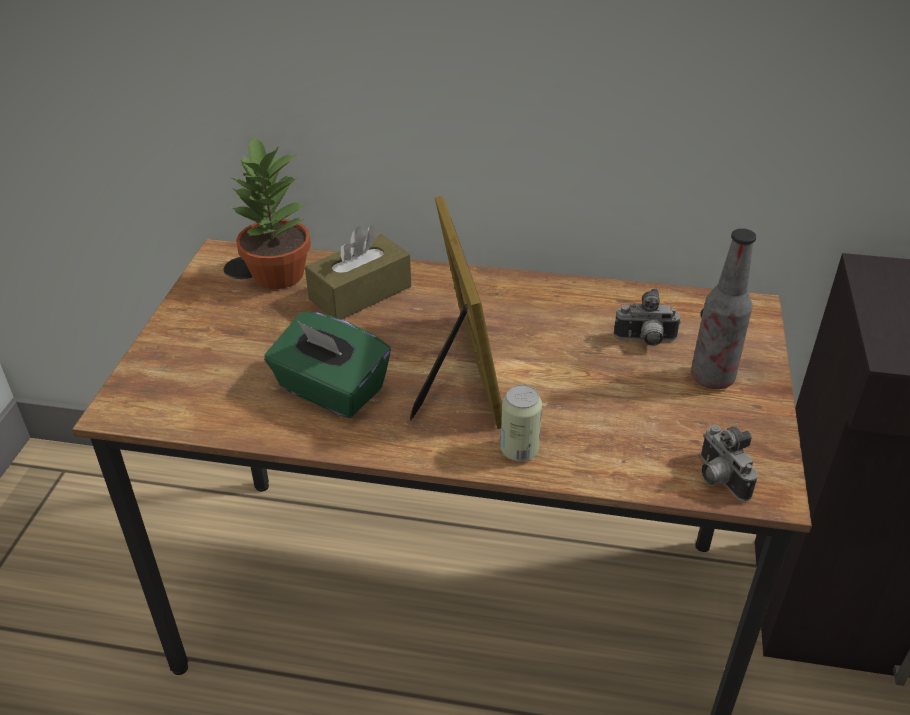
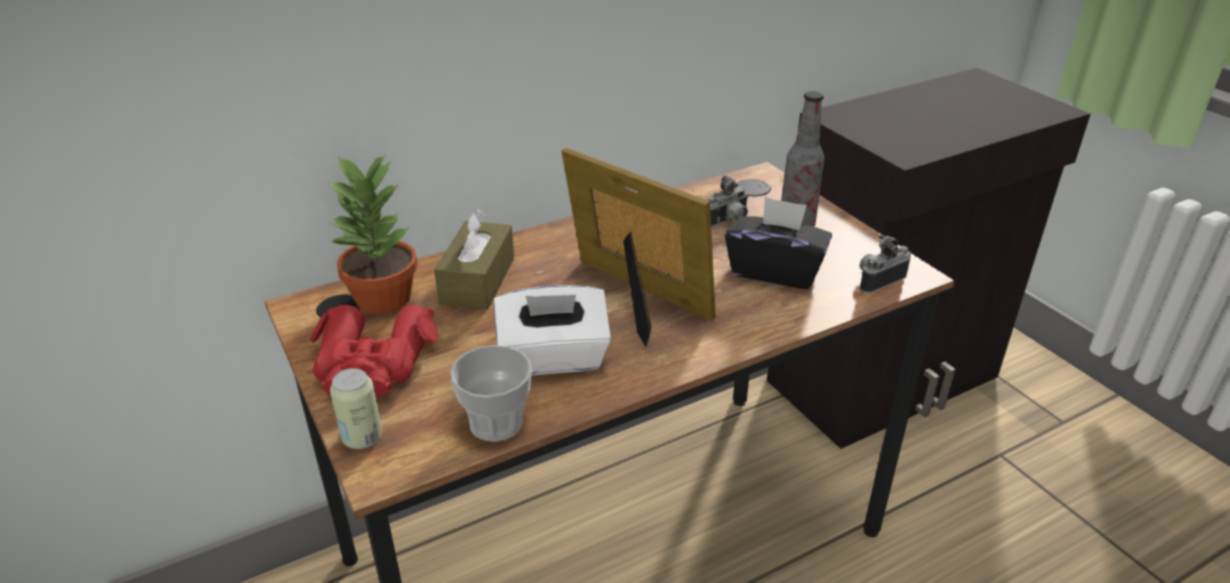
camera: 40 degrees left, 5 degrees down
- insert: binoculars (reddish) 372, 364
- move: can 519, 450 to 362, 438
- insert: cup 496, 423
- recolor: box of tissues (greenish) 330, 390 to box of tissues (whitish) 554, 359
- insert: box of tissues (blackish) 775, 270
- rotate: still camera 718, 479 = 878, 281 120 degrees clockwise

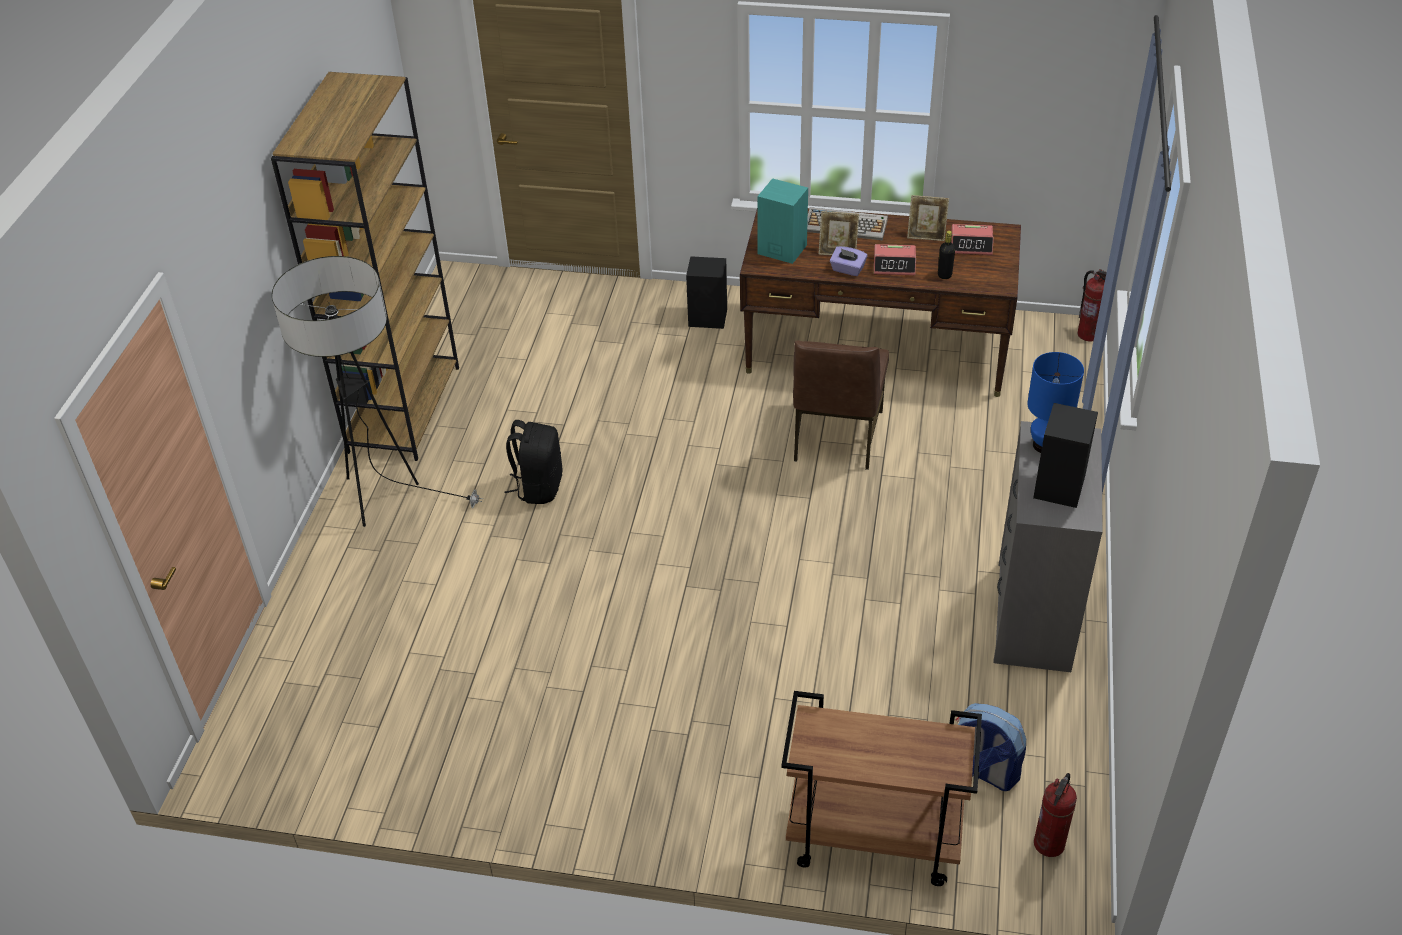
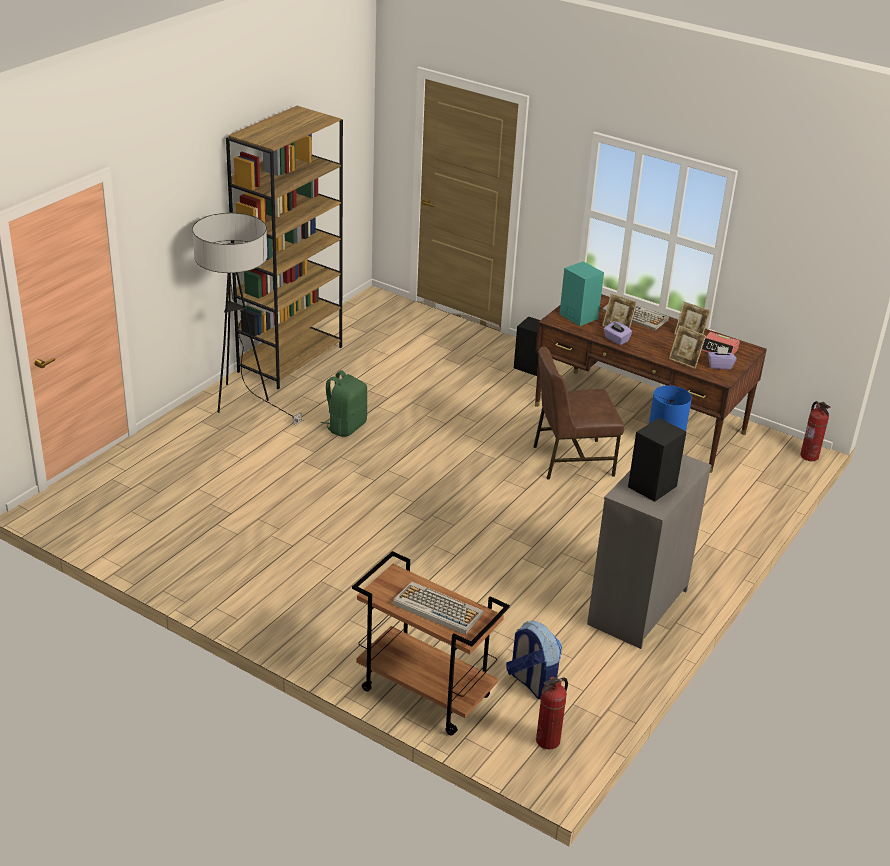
camera: 20 degrees right, 10 degrees down
- recolor: knapsack (blackish) 538, 487 to knapsack (greenish) 345, 426
- insert: computer keyboard 437, 609
- rotate: upright chair (brown) 836, 436 = 571, 460 45 degrees clockwise
- replace: beverage bottle (blackish) 944, 275 to photo frame 684, 361
- insert: box of tissues (purple-coloured) 720, 365
- delete: alarm clock 894, 265

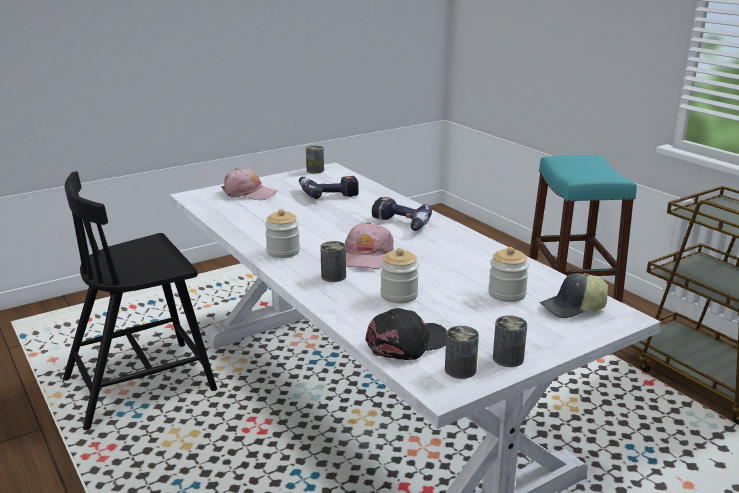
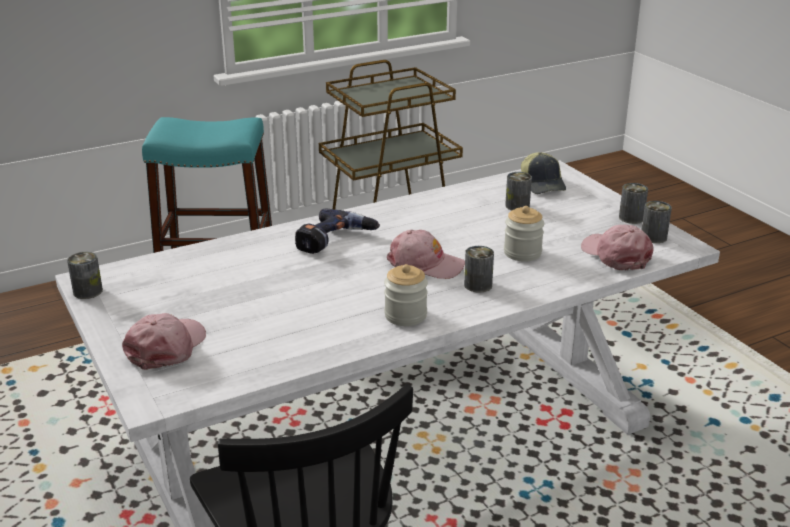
camera: 85 degrees left, 5 degrees up
- replace: preserve jar 507, 294 to can 517, 206
- recolor: cap (blackish) 407, 343 to cap (pink) 616, 255
- delete: power drill 328, 193

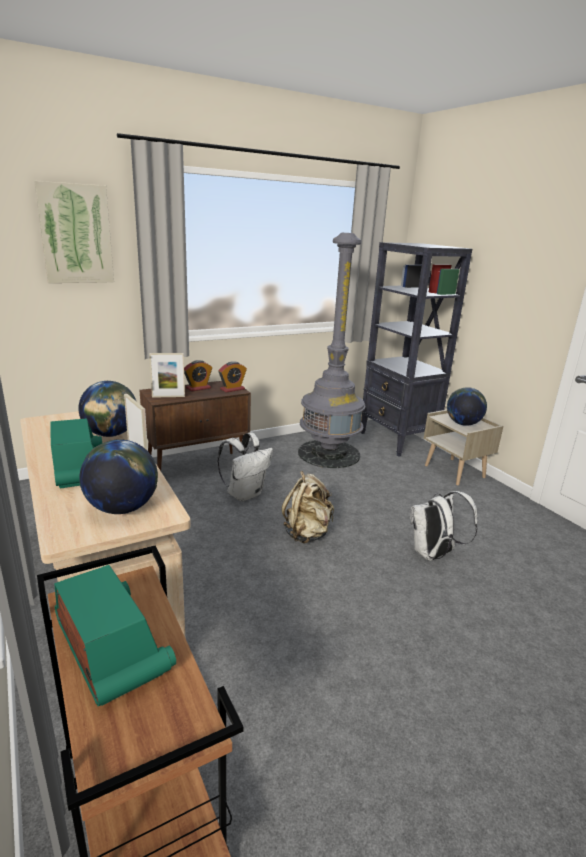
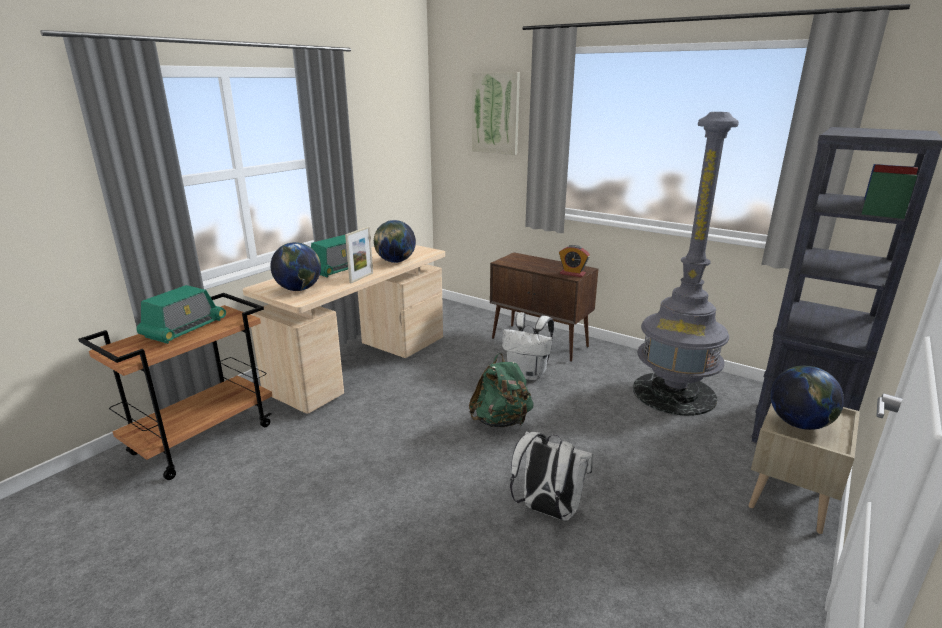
camera: 65 degrees right, 0 degrees up
- recolor: knapsack (beige) 307, 533 to knapsack (greenish) 501, 421
- delete: photo frame 168, 396
- delete: alarm clock 198, 388

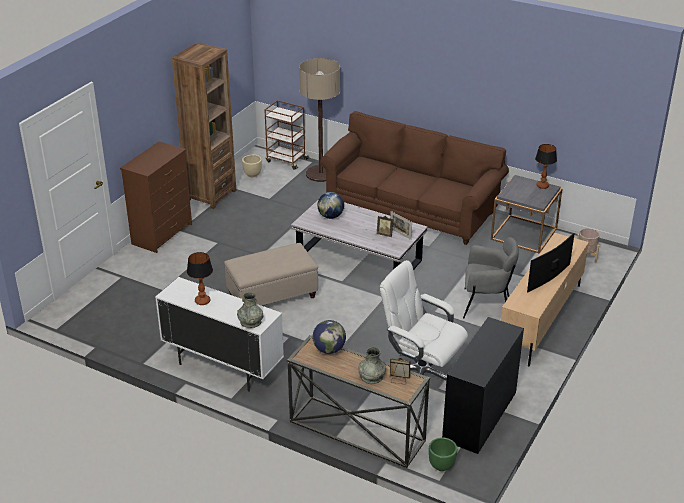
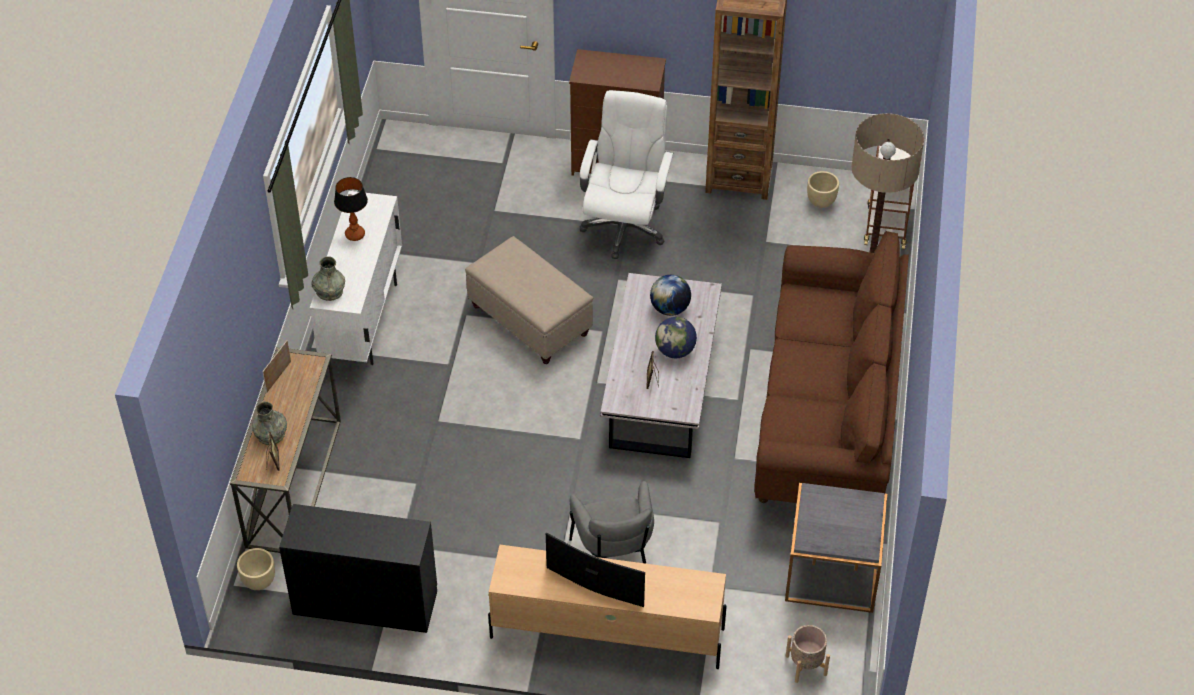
camera: 70 degrees right, 15 degrees up
- recolor: planter (greenish) 441, 466 to planter (beige) 259, 581
- move: photo frame 400, 234 to 278, 377
- move: desk chair (whitish) 421, 374 to 624, 226
- move: globe 329, 349 to 675, 351
- delete: tabletop lamp 543, 186

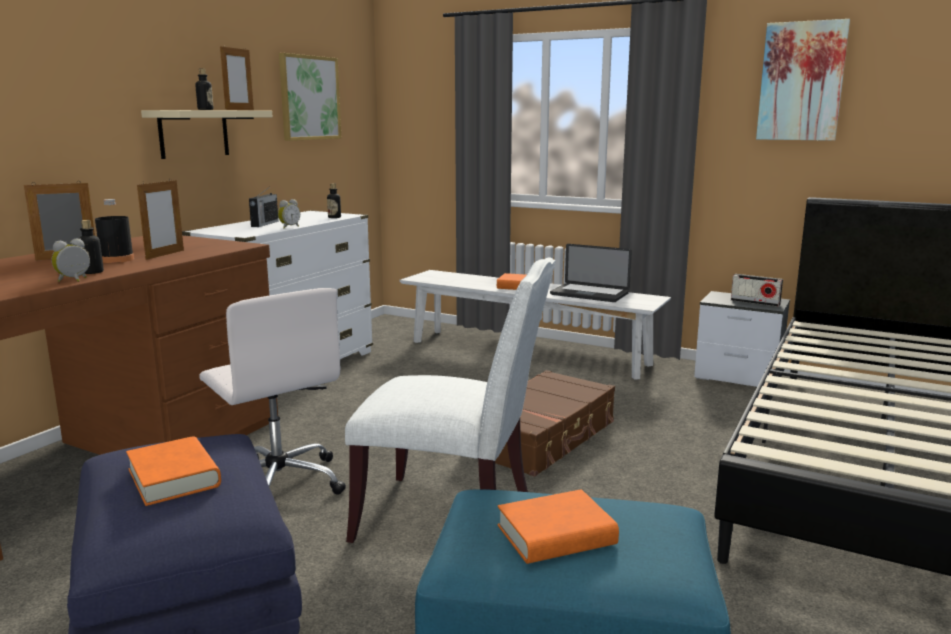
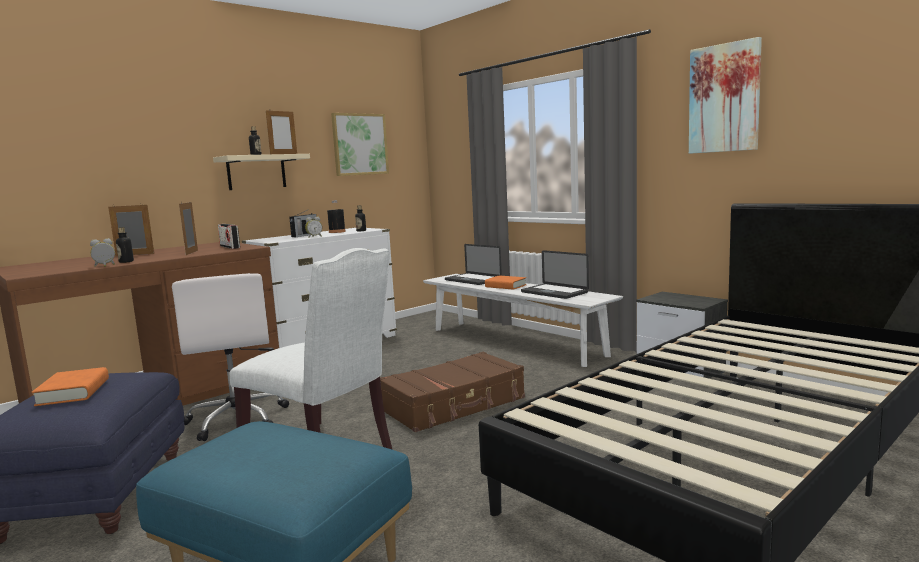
camera: 20 degrees right, 5 degrees down
- rotate: photo frame 165, 254 = 192, 252 135 degrees clockwise
- move: radio receiver 755, 302 to 230, 247
- move: beverage bottle (blackish) 117, 259 to 337, 232
- insert: laptop 472, 280
- delete: book (orangey) 556, 535

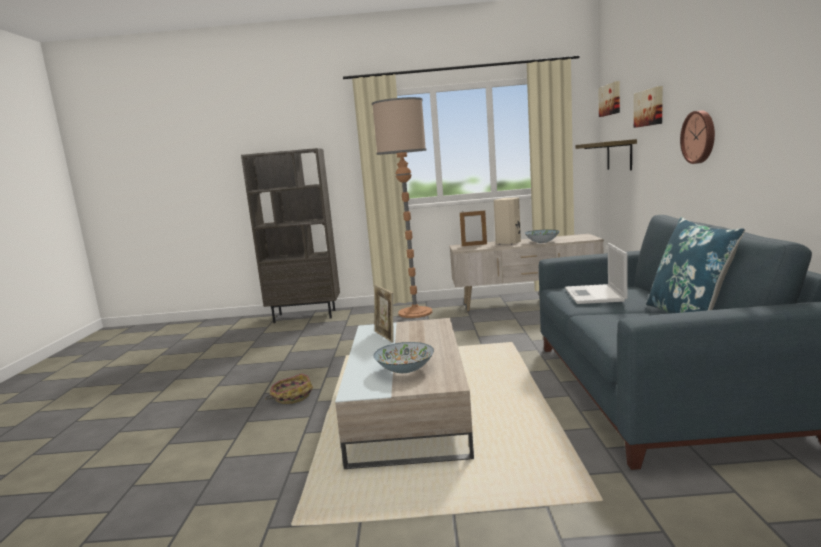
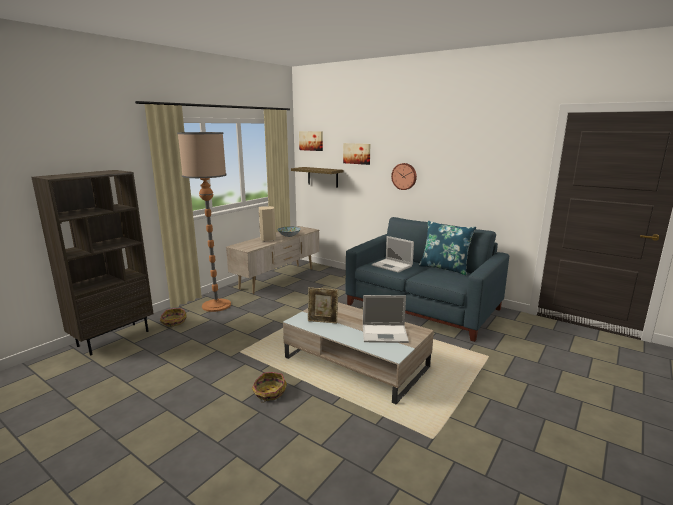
camera: 55 degrees left, 5 degrees up
- insert: household basket 173, 322
- replace: serving bowl 405, 370 to laptop 385, 334
- delete: photo frame 474, 245

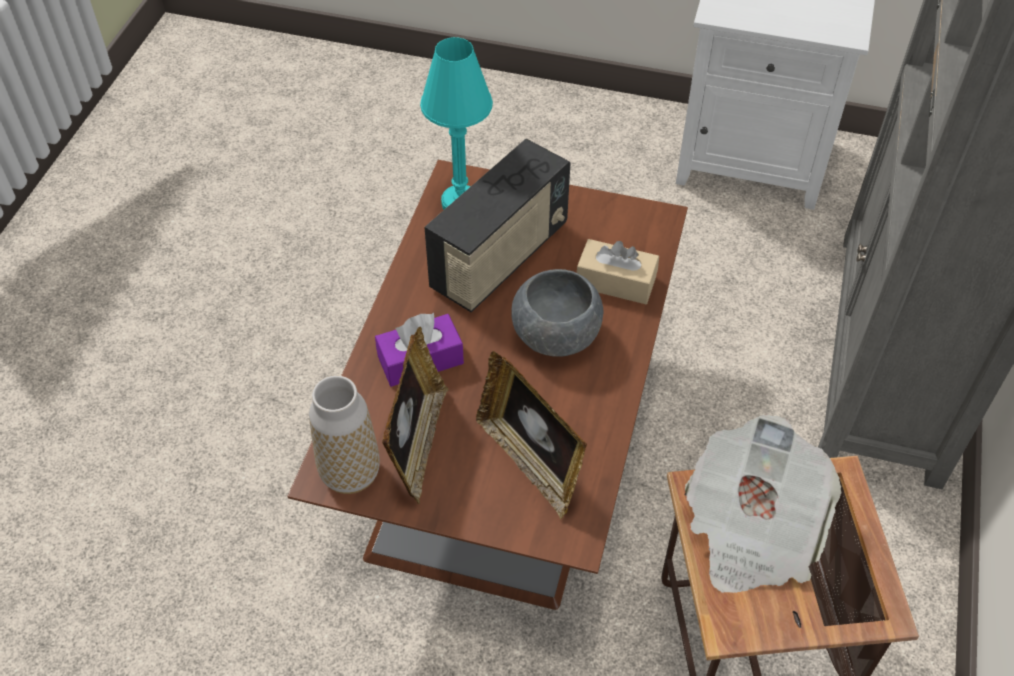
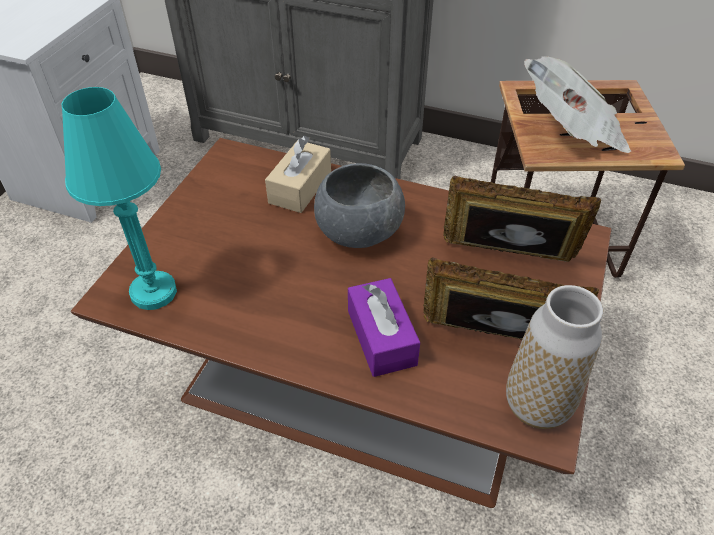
camera: 85 degrees left, 5 degrees down
- rotate: photo frame 530, 461 = 507, 259 135 degrees counterclockwise
- delete: radio receiver 500, 258

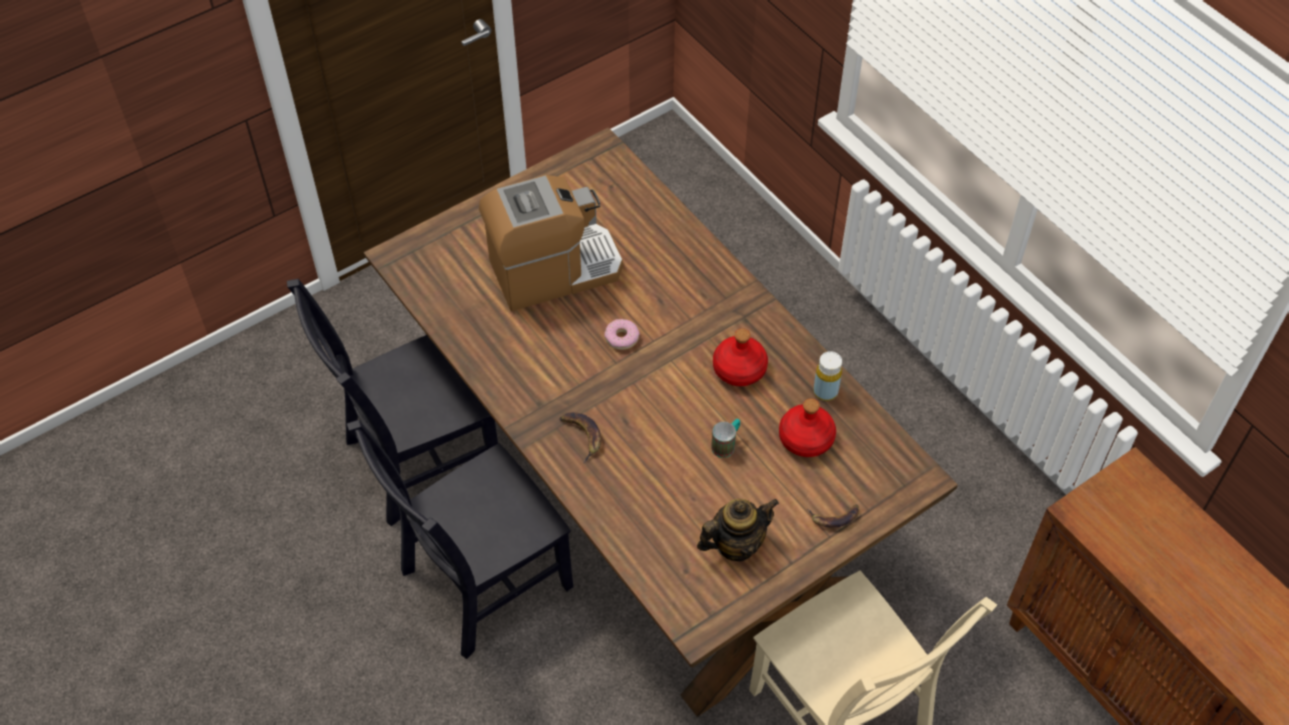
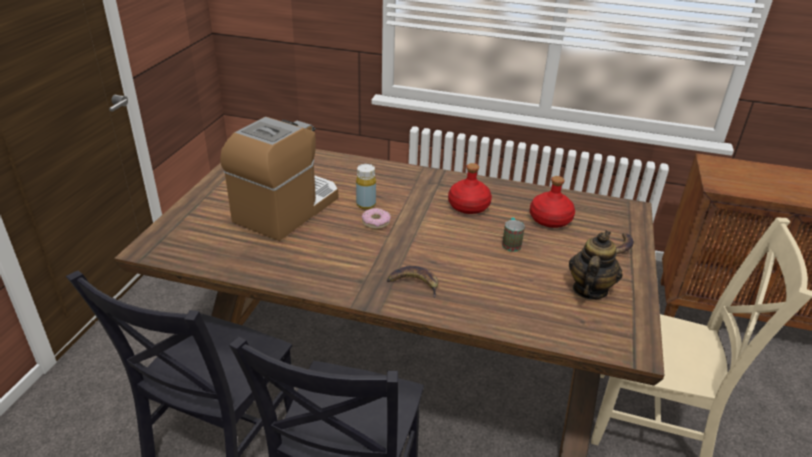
camera: 40 degrees left, 20 degrees down
- move: beverage bottle (yellow-coloured) 825, 391 to 366, 204

